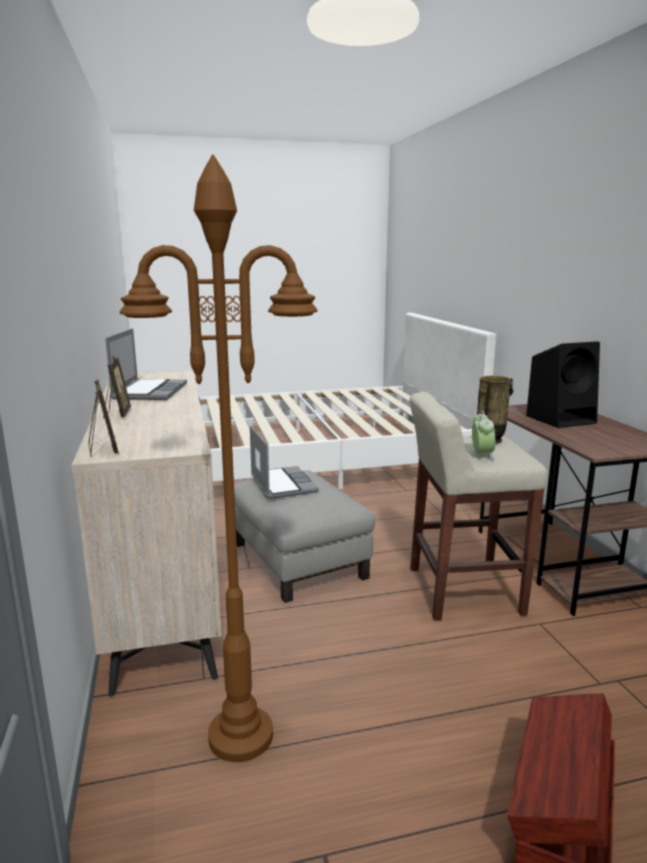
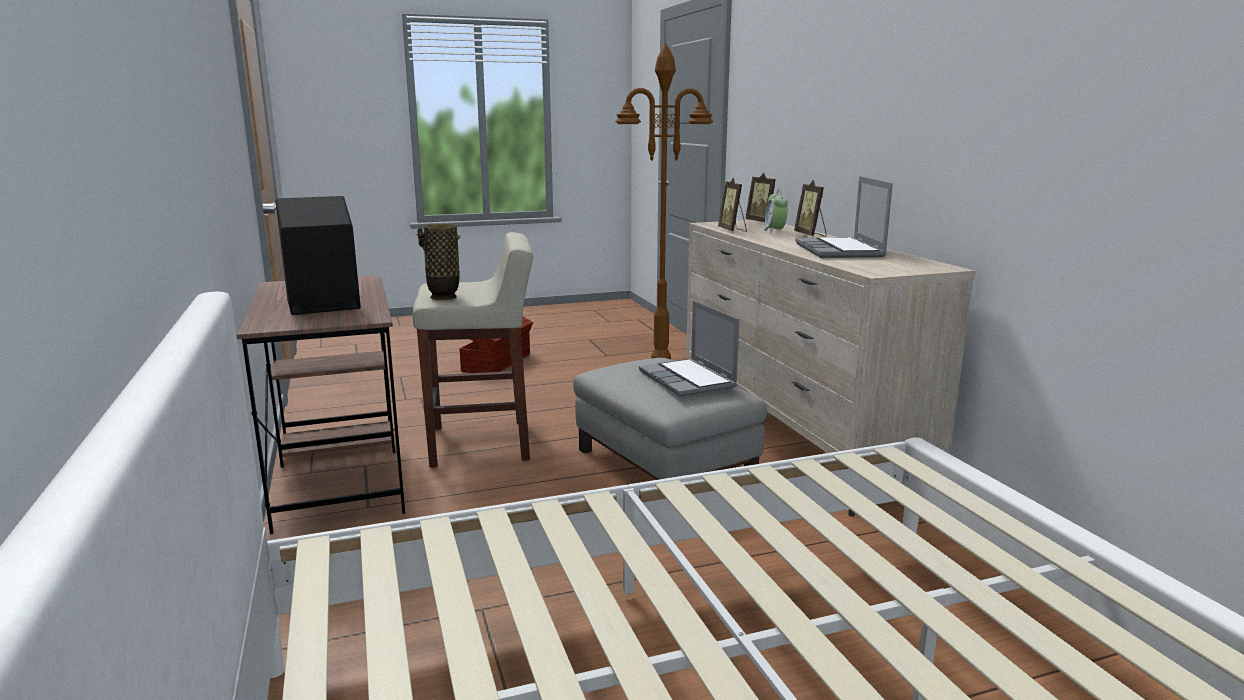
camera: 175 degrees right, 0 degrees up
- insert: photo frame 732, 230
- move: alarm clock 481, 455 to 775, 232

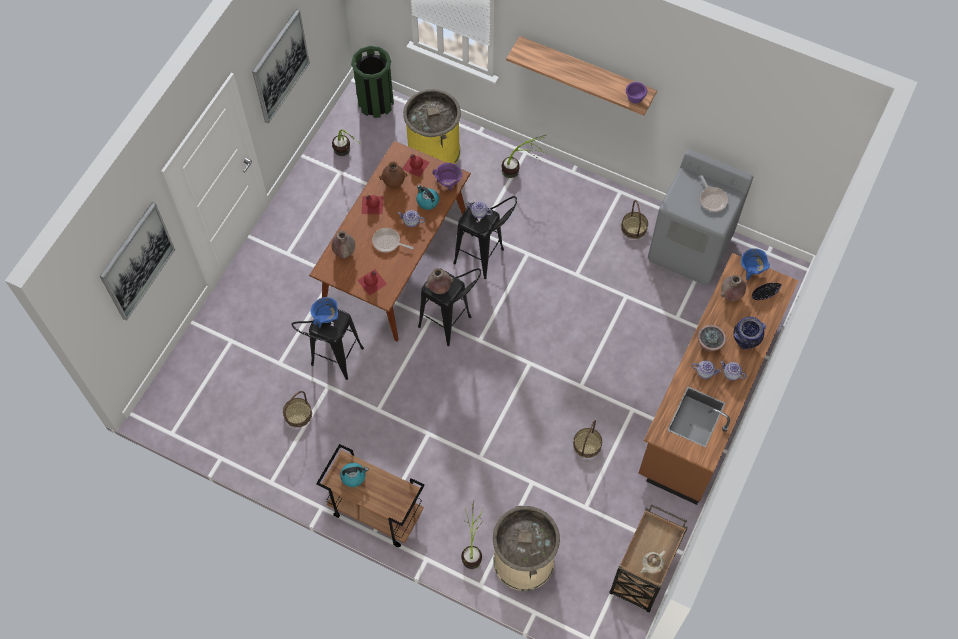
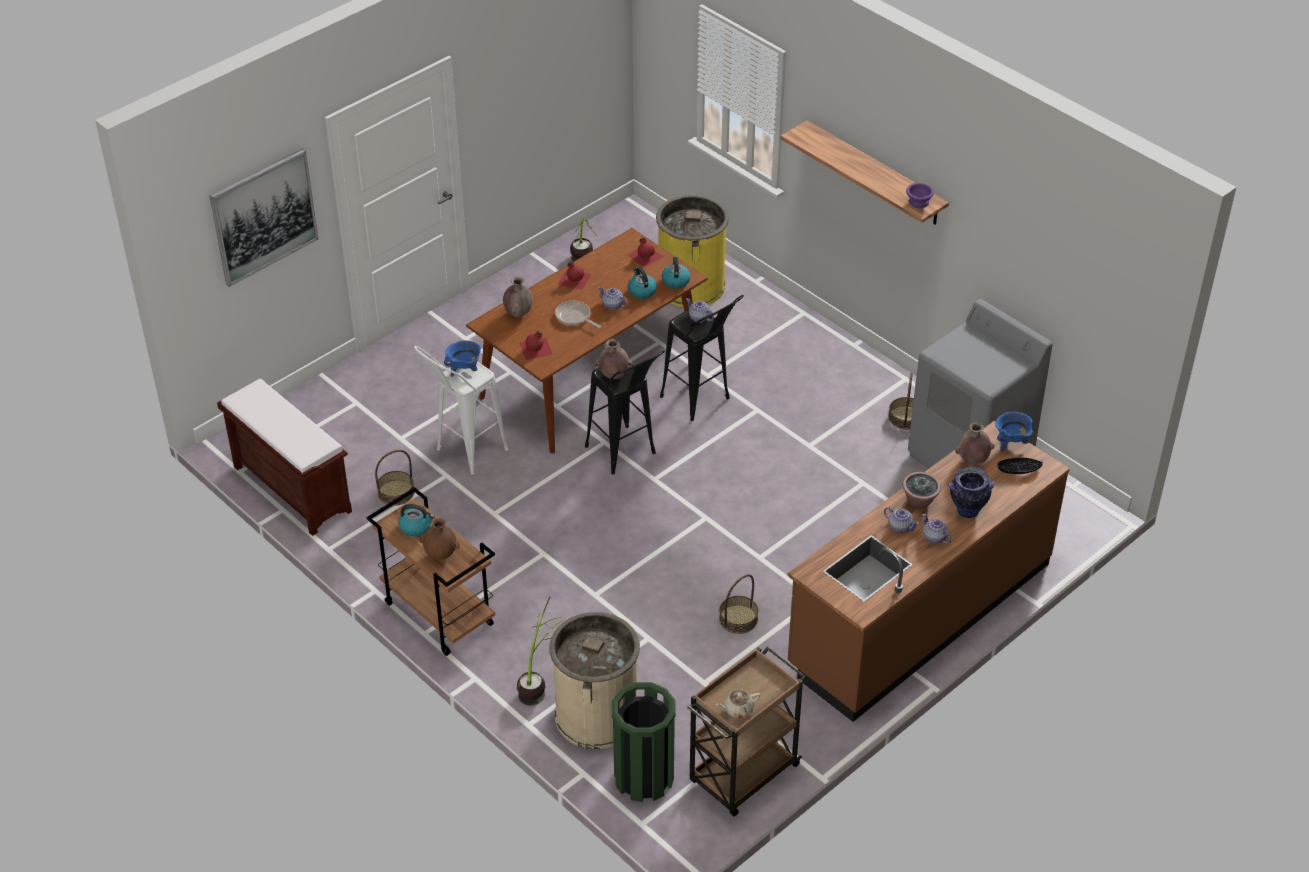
camera: 20 degrees right, 20 degrees down
- insert: long seat (brown) 290, 489
- recolor: stool seat (blackish) 333, 363 to stool seat (whitish) 464, 455
- move: vase (brown) 394, 183 to 441, 555
- move: trash can (greenish) 376, 103 to 643, 777
- replace: cooking pot (purple-coloured) 448, 183 to tea kettle 675, 281
- delete: wall picture 280, 66
- delete: potted plant 521, 170
- delete: skillet 712, 199

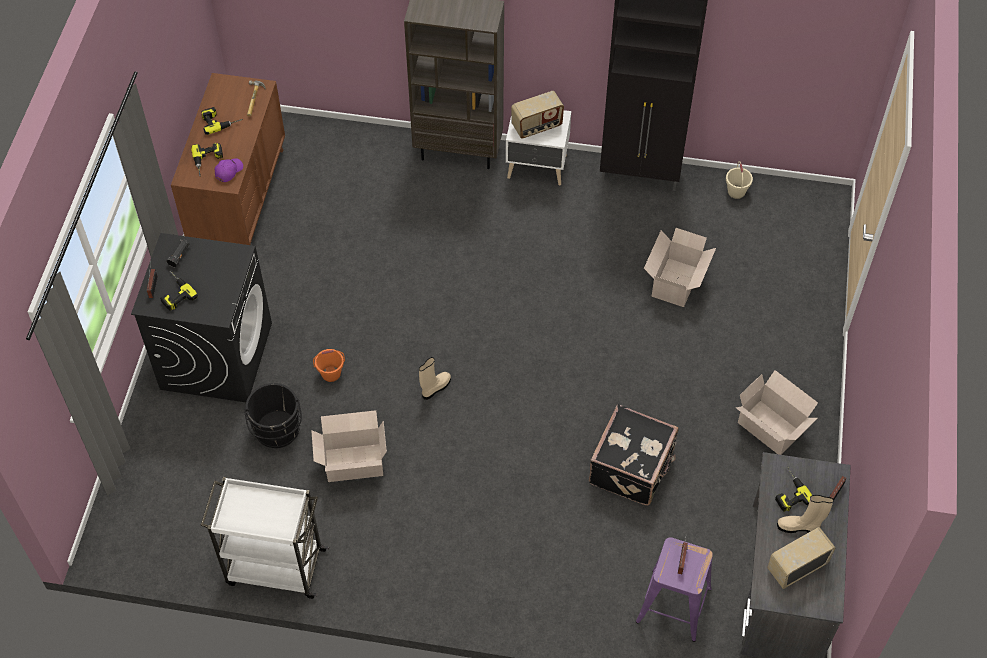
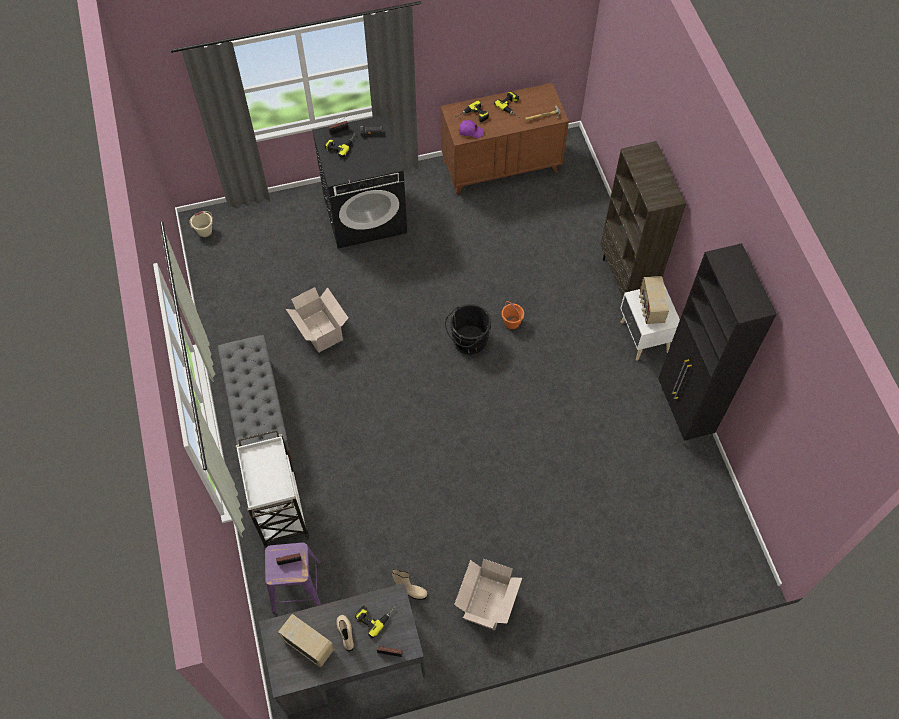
camera: 65 degrees right, 5 degrees up
- move: water bucket (beige) 736, 191 to 205, 231
- insert: long seat (greyish) 259, 414
- move: cart (whitish) 274, 566 to 280, 510
- move: tall boot (beige) 435, 388 to 410, 591
- move: water bucket (blackish) 277, 432 to 468, 341
- move: water bucket (orangey) 331, 373 to 512, 323
- rotate: radio receiver 537, 126 = 650, 308 45 degrees clockwise
- delete: travel case (blackish) 632, 468
- delete: cardboard box 676, 281

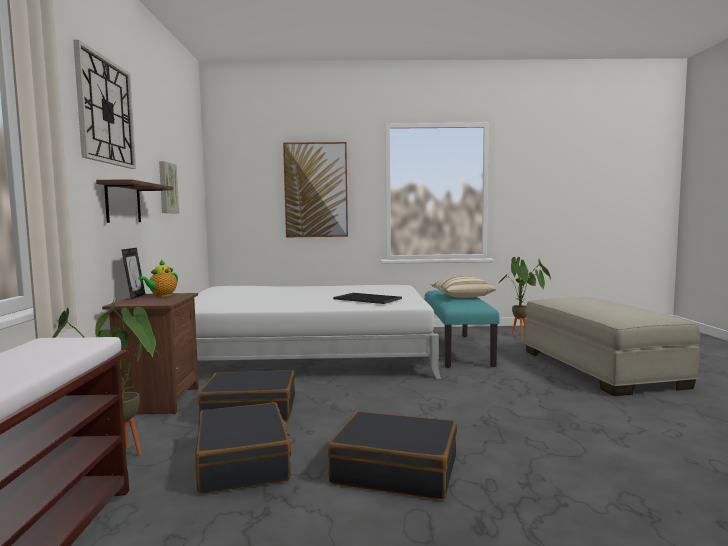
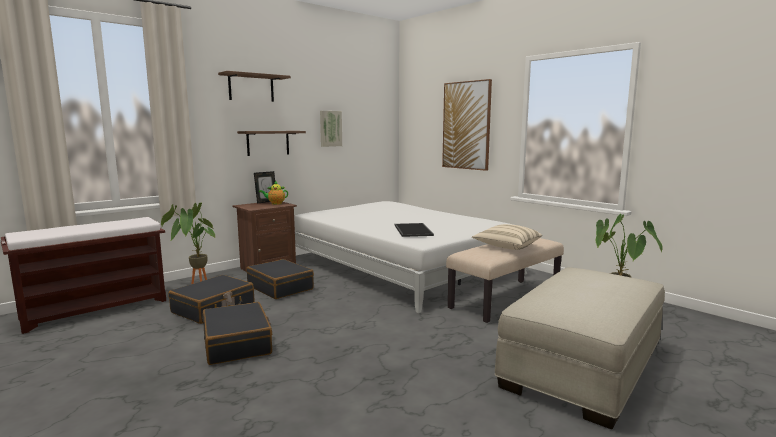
camera: 50 degrees right, 5 degrees up
- replace: wall clock 105, 111 to wall shelf 251, 88
- recolor: long seat (turquoise) 456, 350 to long seat (beige) 505, 299

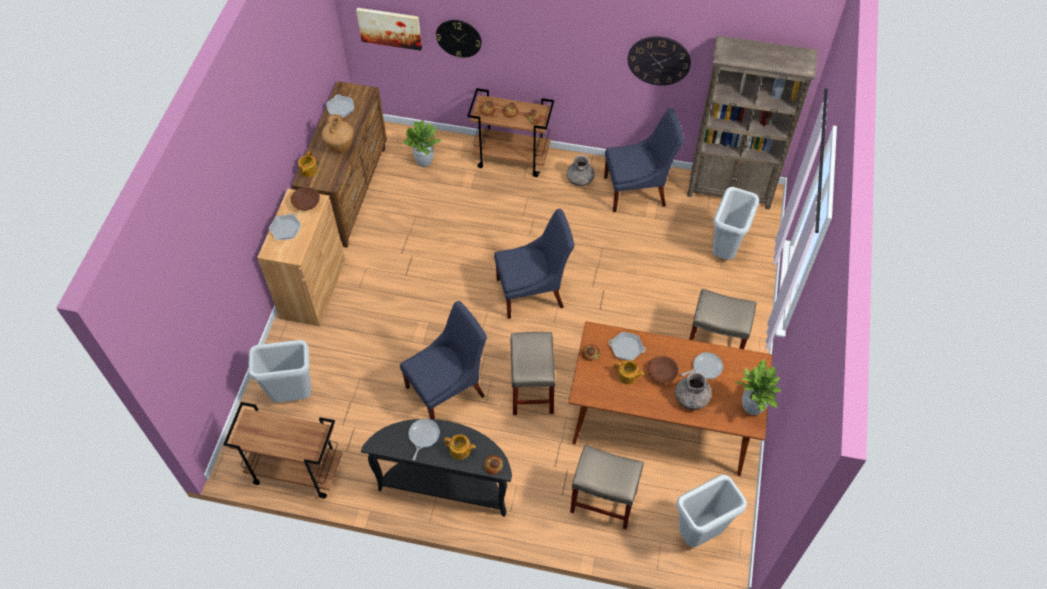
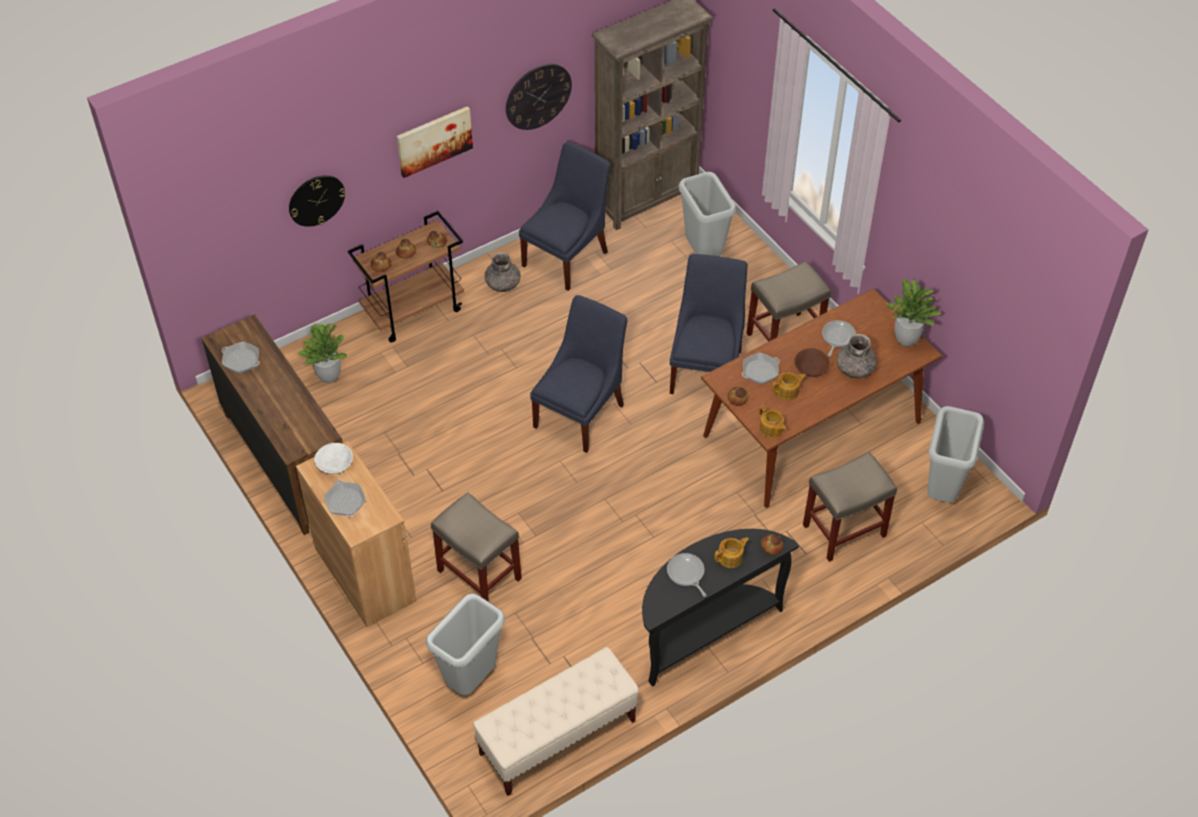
camera: 45 degrees left, 5 degrees down
- recolor: serving bowl (brown) 306, 203 to serving bowl (whitish) 334, 464
- move: wall picture 390, 28 to 434, 140
- move: stool seat (beige) 531, 389 to 478, 574
- replace: cart (brown) 295, 471 to long seat (beige) 557, 738
- move: upright chair (bluish) 448, 390 to 706, 368
- move: tea pot 308, 170 to 771, 429
- delete: vase (brown) 341, 147

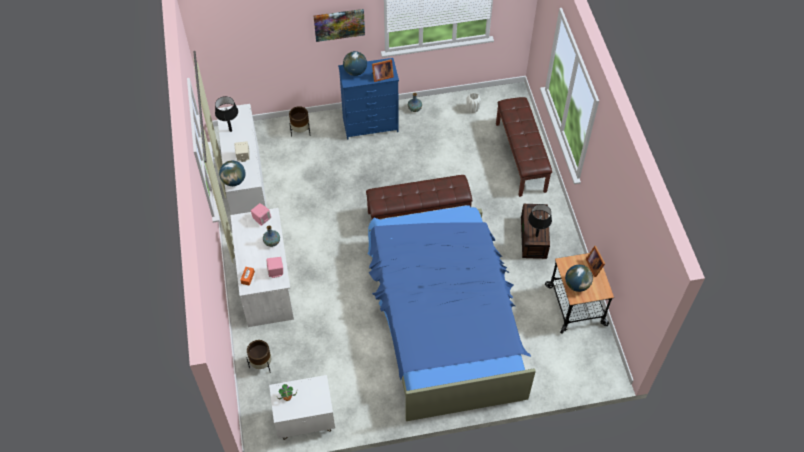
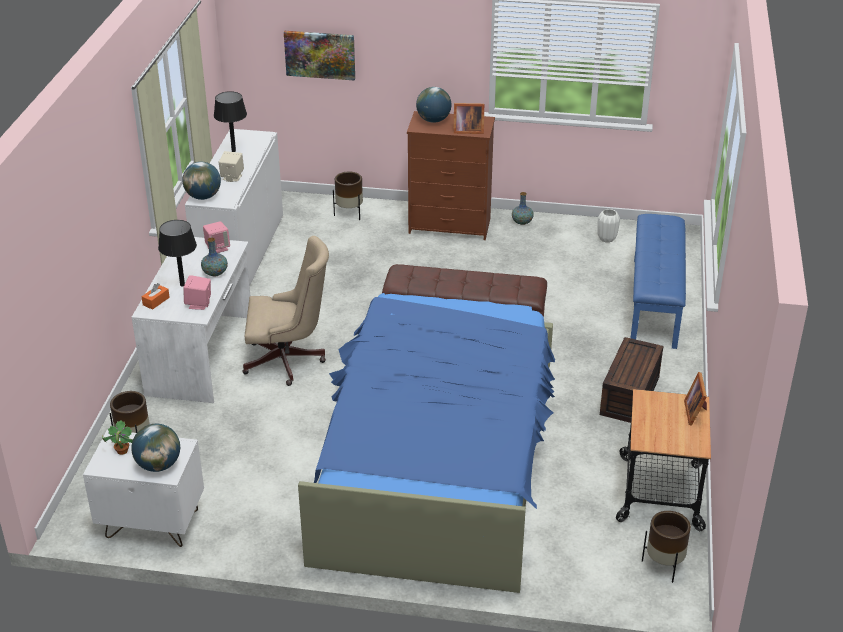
camera: 20 degrees right, 20 degrees down
- move: globe 576, 285 to 158, 465
- move: tabletop lamp (blackish) 536, 235 to 182, 285
- insert: desk chair (beige) 288, 361
- move: wall picture 339, 24 to 320, 54
- recolor: dresser (bluish) 371, 125 to dresser (brown) 450, 226
- recolor: long seat (brown) 521, 157 to long seat (bluish) 655, 302
- insert: planter (brown) 664, 566

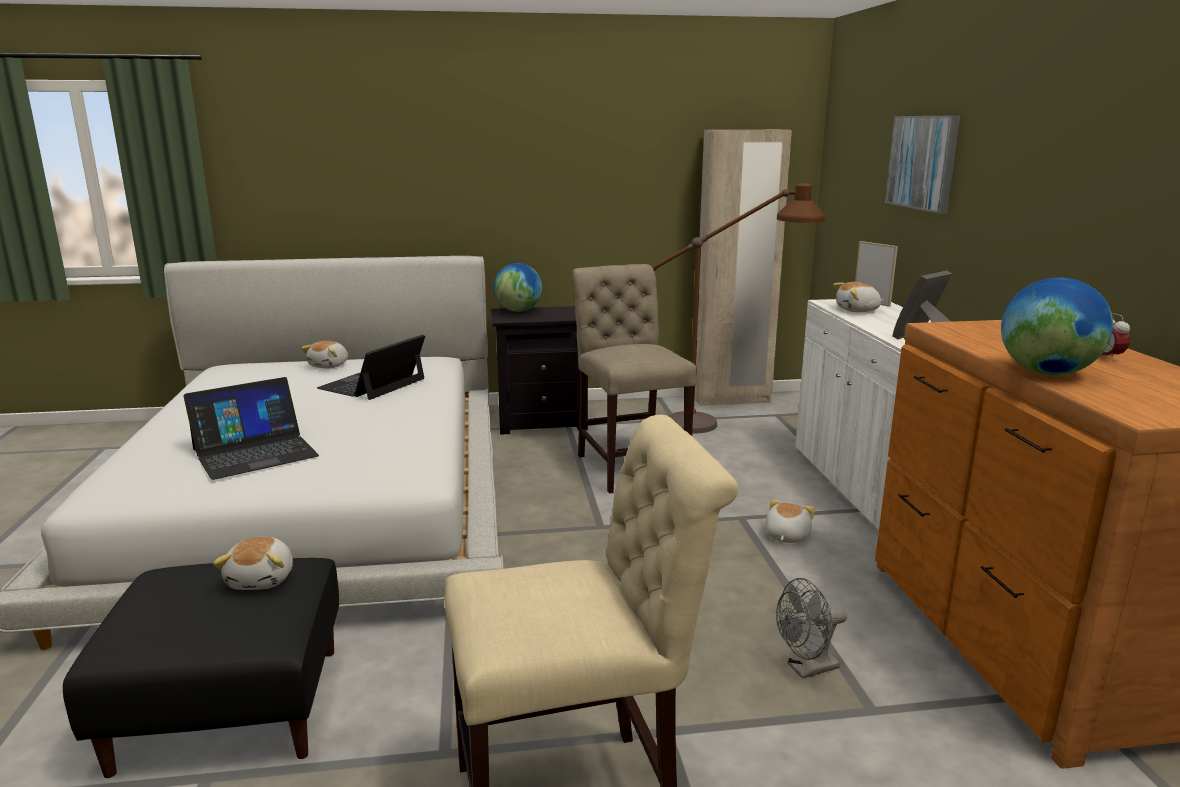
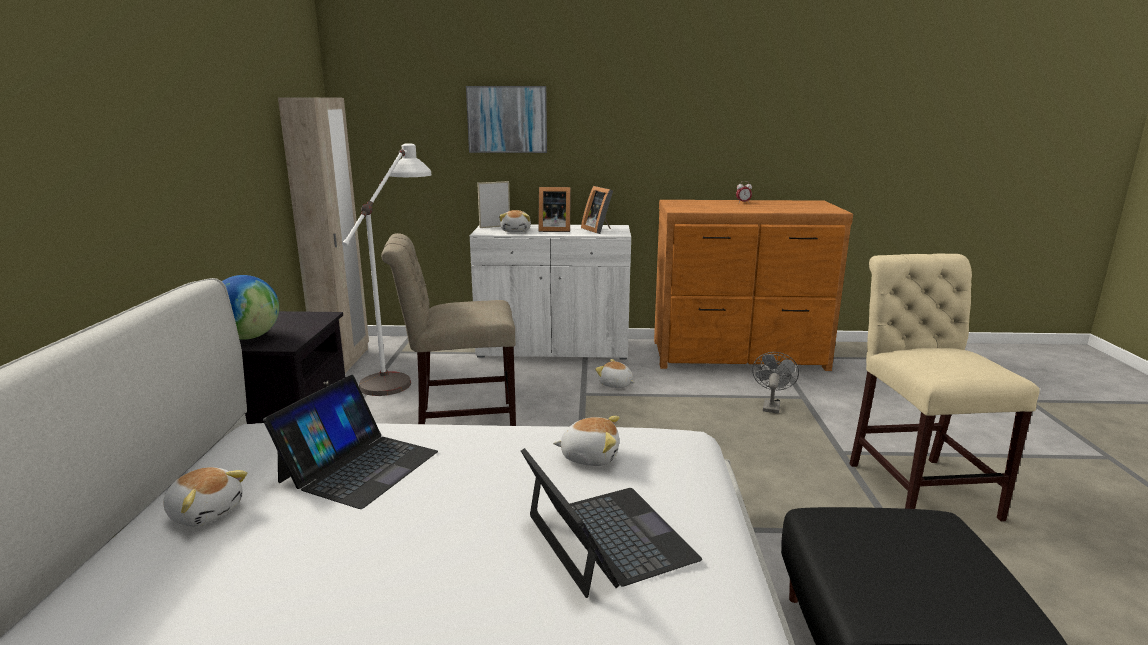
camera: 80 degrees left, 0 degrees up
- rotate: laptop 373, 384 = 359, 466 105 degrees counterclockwise
- recolor: standing lamp (brown) 728, 424 to standing lamp (whitish) 402, 371
- insert: photo frame 553, 230
- move: soft toy 262, 579 to 590, 456
- rotate: fan (greyish) 806, 669 = 771, 405 150 degrees counterclockwise
- delete: globe 1046, 373

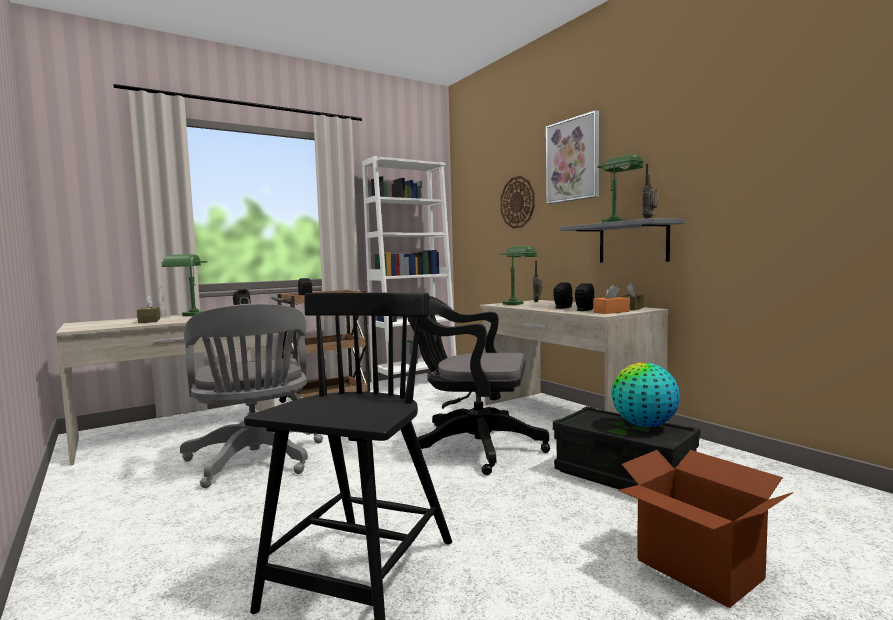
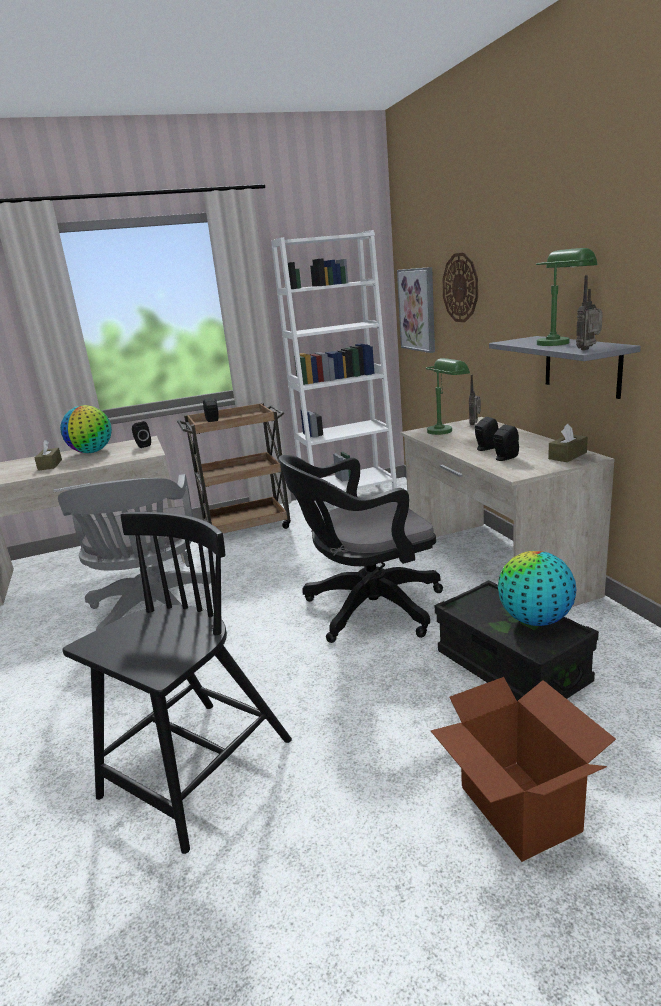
camera: 15 degrees right, 15 degrees up
- replace: tabletop lamp (greenish) 189, 316 to globe 92, 452
- rotate: desk chair (blackish) 471, 447 = 366, 609 45 degrees counterclockwise
- move: wall picture 573, 160 to 417, 309
- delete: box of tissues (orangey) 611, 312

